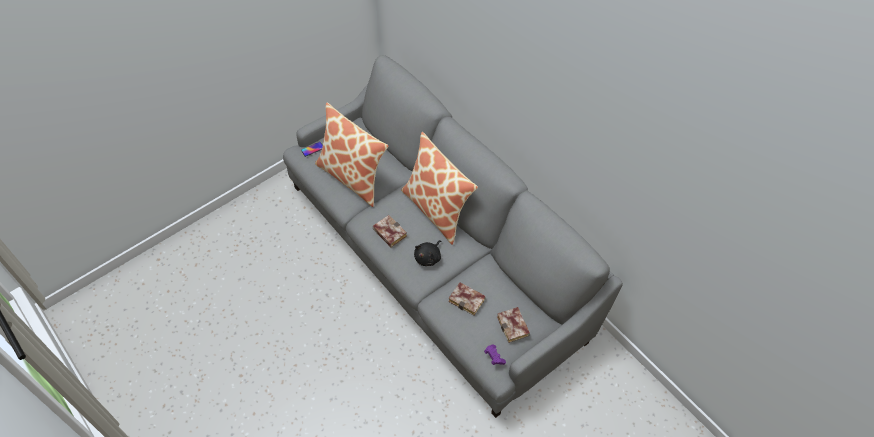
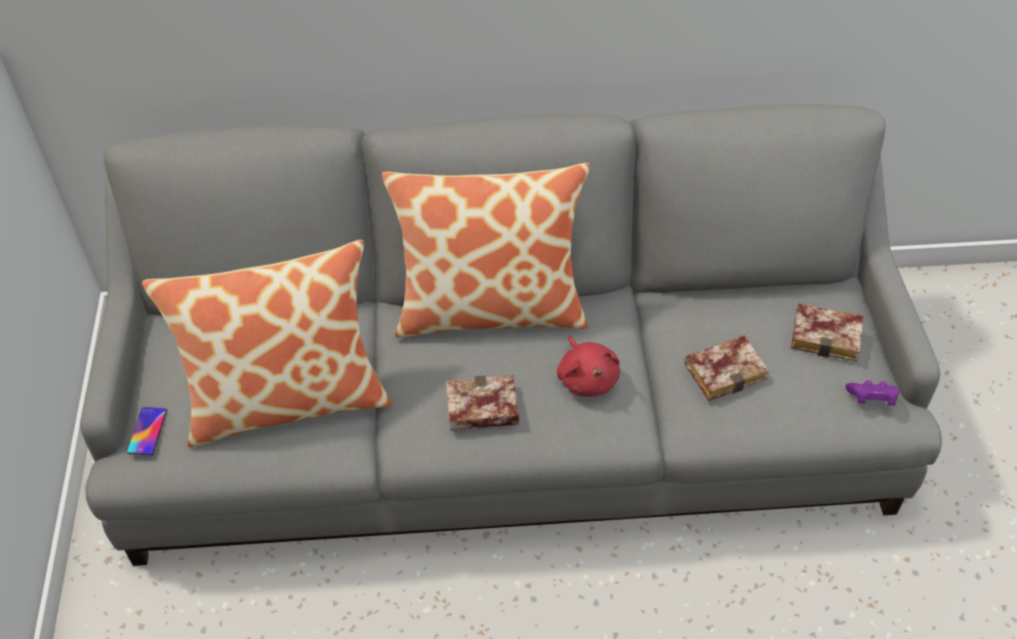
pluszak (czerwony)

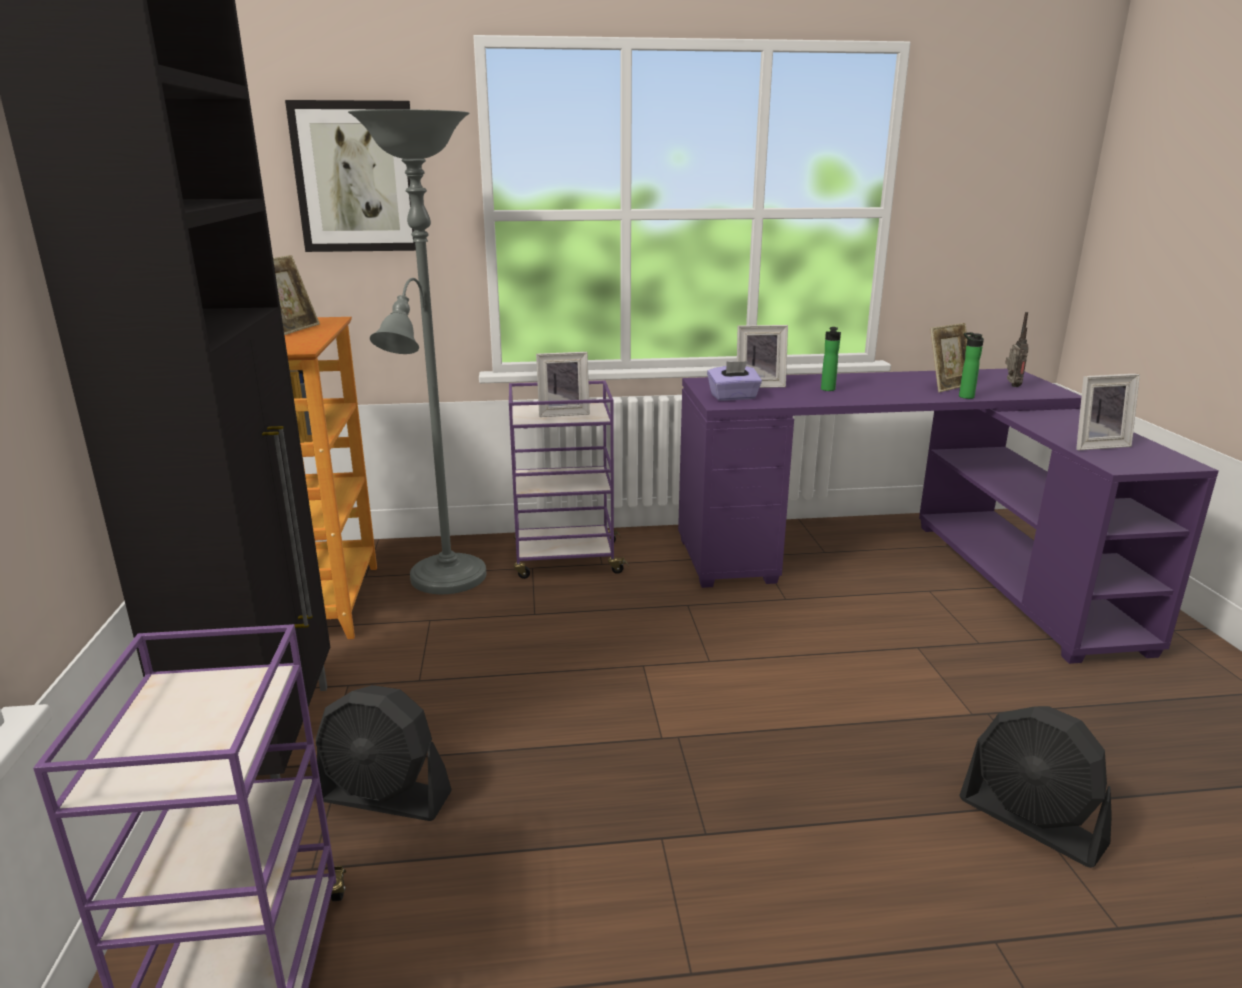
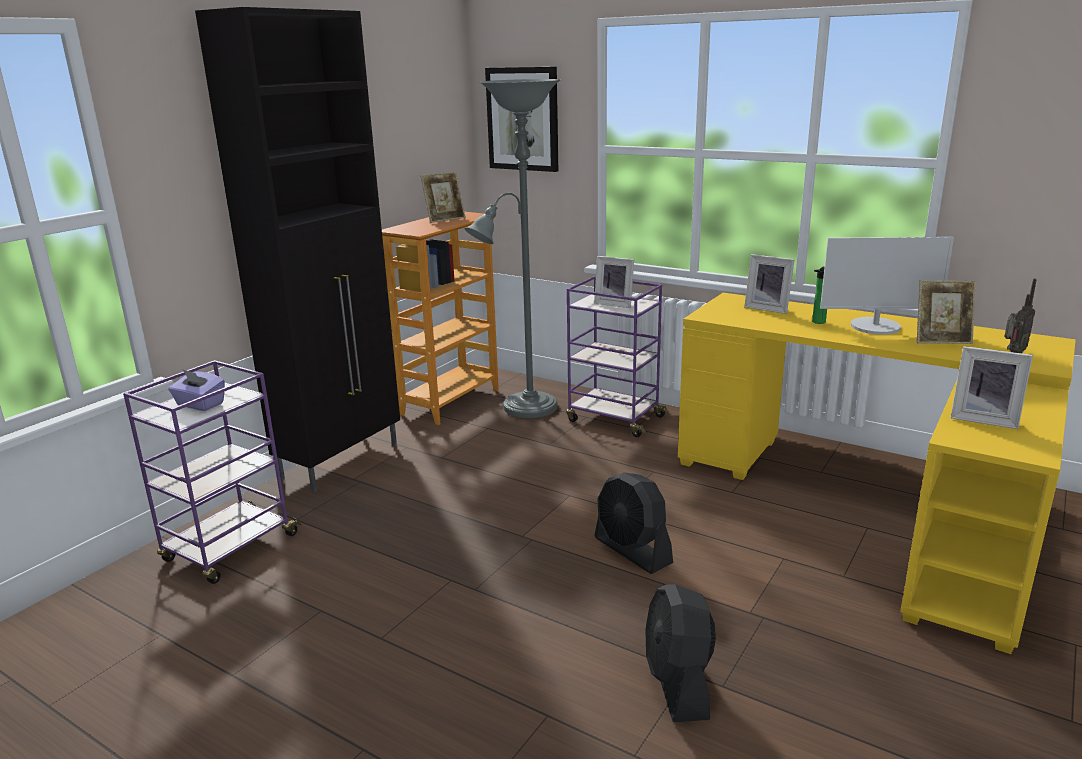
butelka (2nd from left in the first image)
monitor
wentylator (czarny) (1st from left)
pudełko chusteczek (fioletowy)
biurko (żółty)

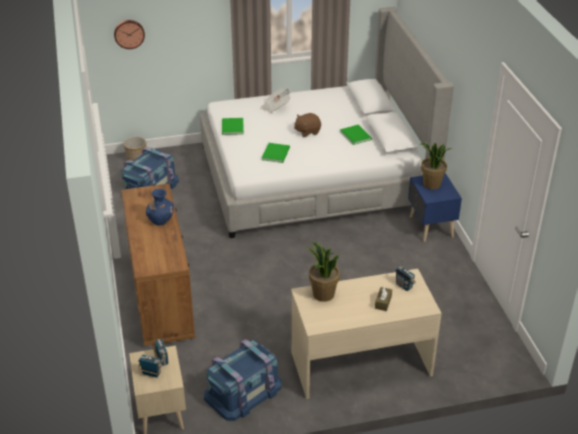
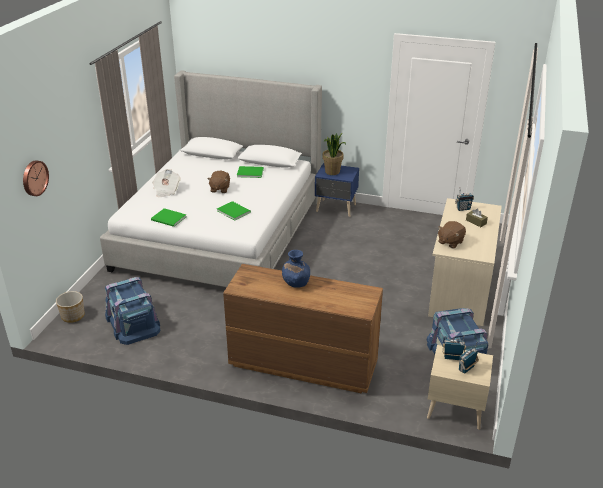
pluszak (brązowy) (2nd from left)

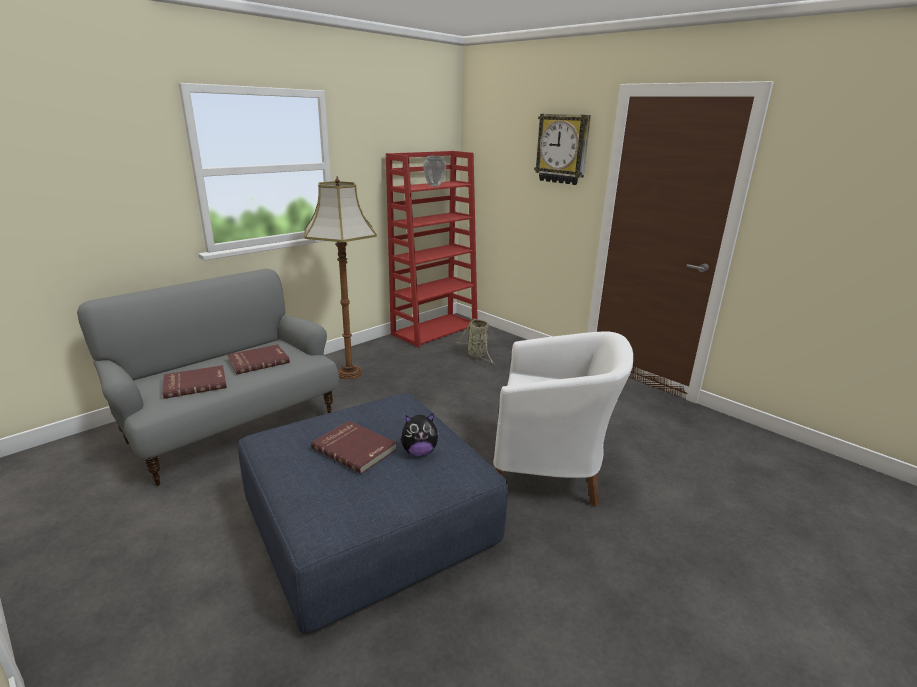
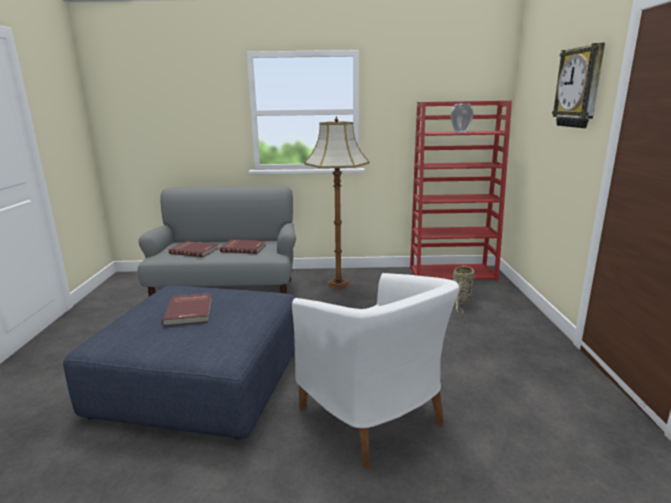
pluszak

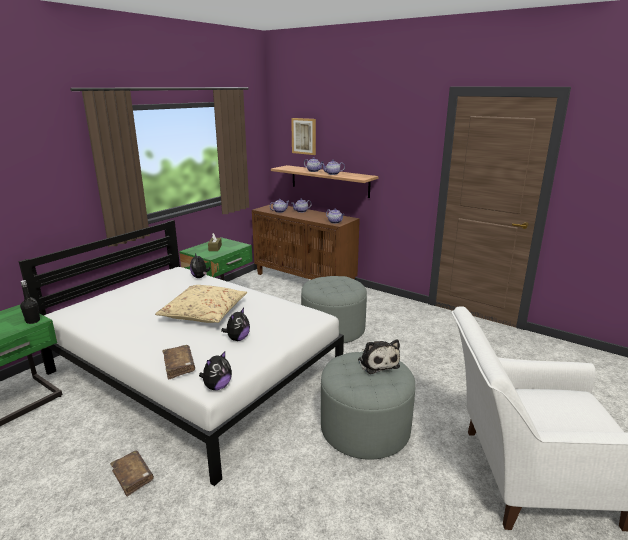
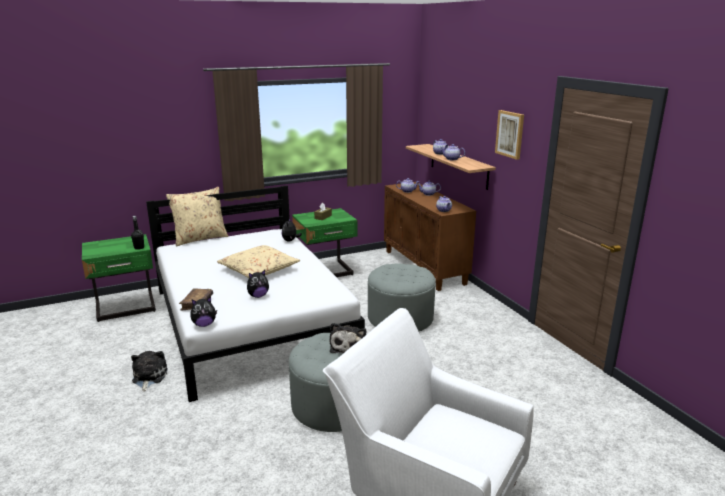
poduszka (beżowy) (1st from left)
obraz
pluszak (1st from left)

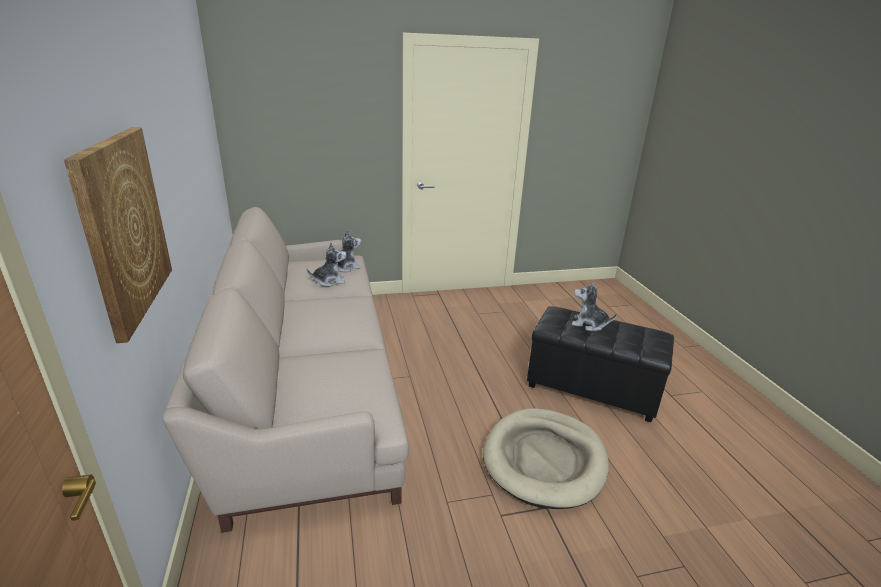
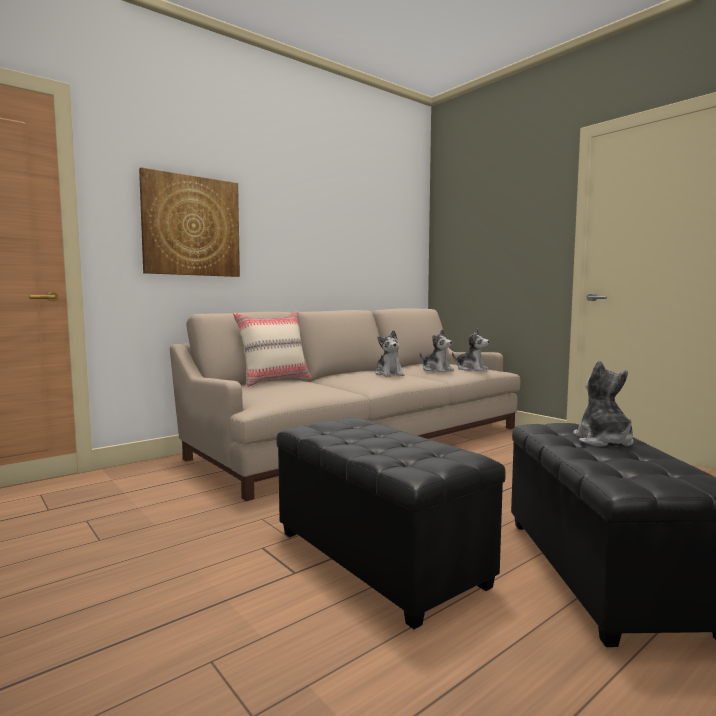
poduszka (beżowy)
pluszak (1st from left)
pufa (czarny) (1st from left)

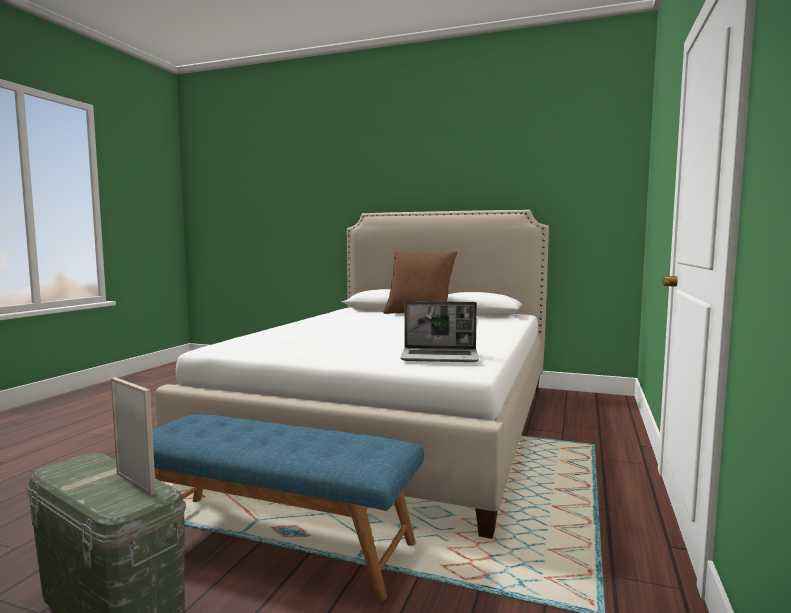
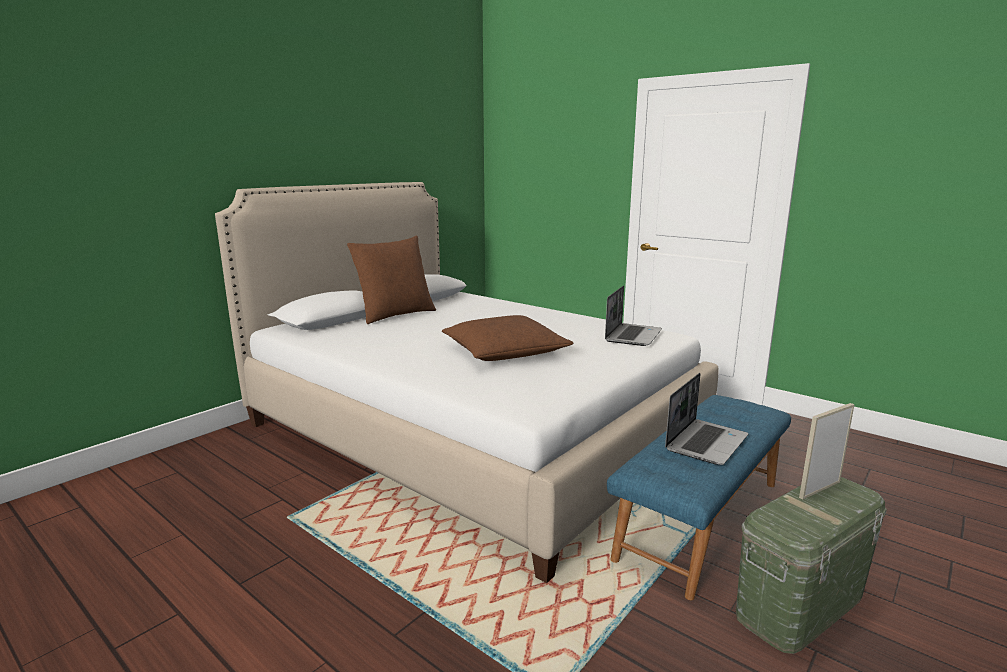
poduszka (brązowy) (2nd from left)
laptop (2nd from left)

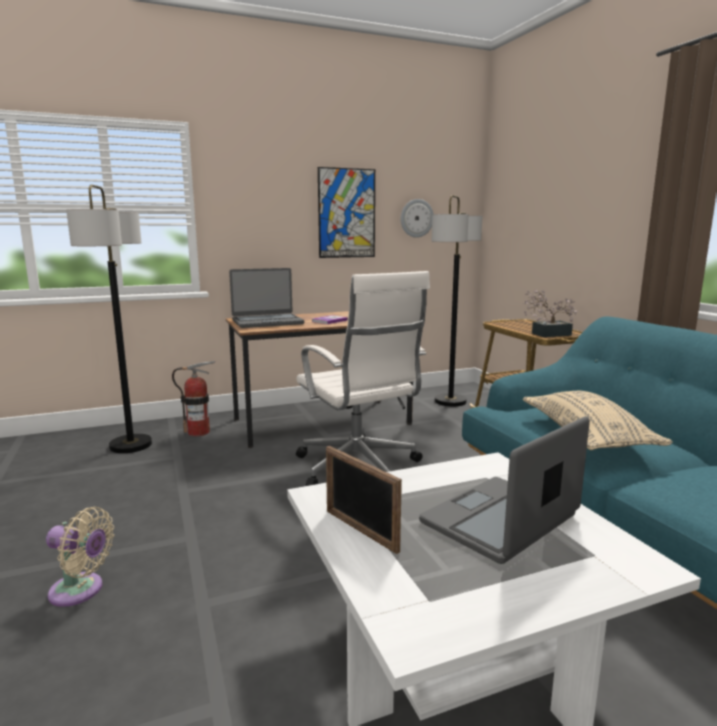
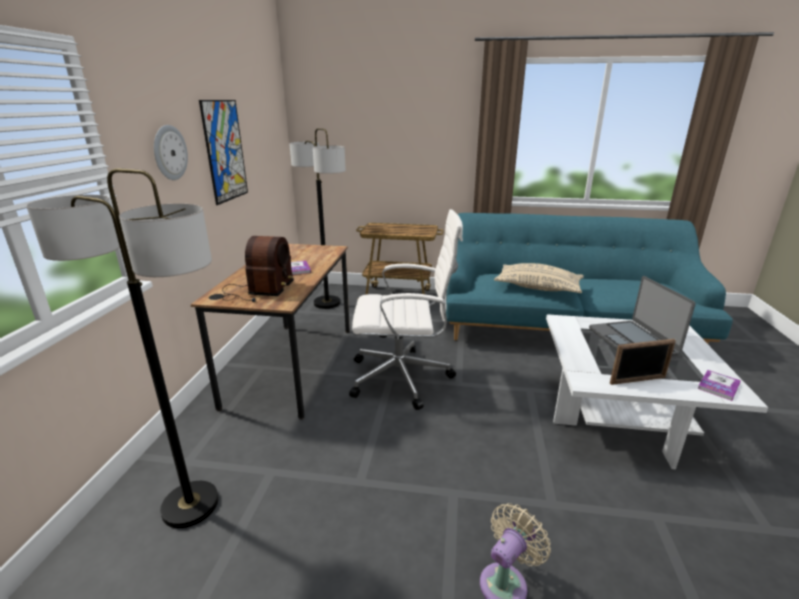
gaśnica
roślina doniczkowa
książka (2nd from left)
zegar ścienny
radio

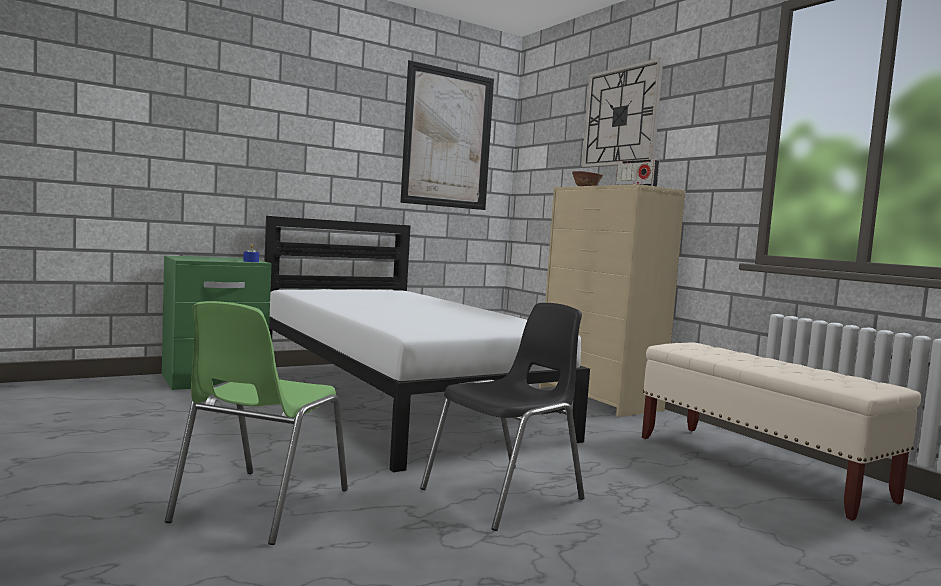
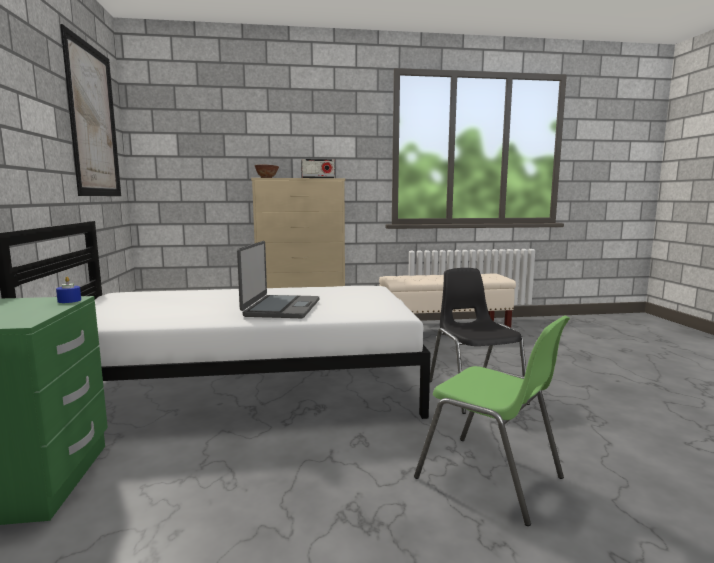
zegar ścienny
laptop

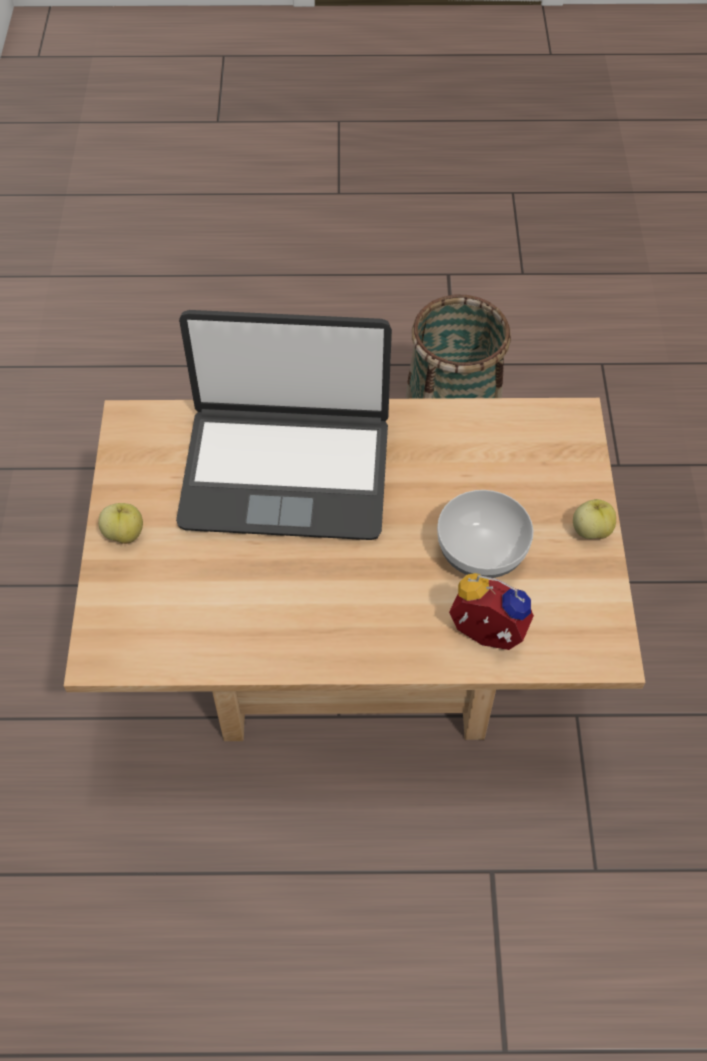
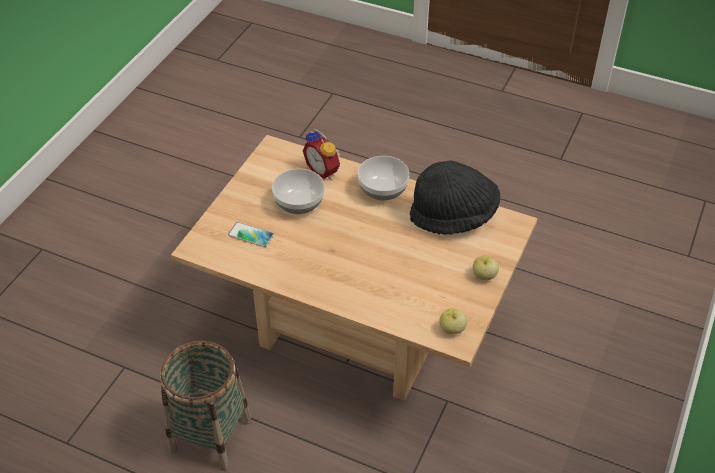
laptop
telefon
miska (2nd from left)
kapelusz (czarny)
jabłko (1st from left)

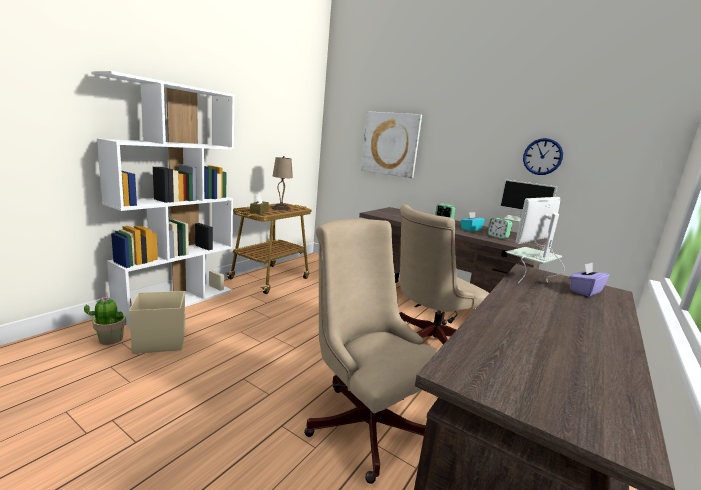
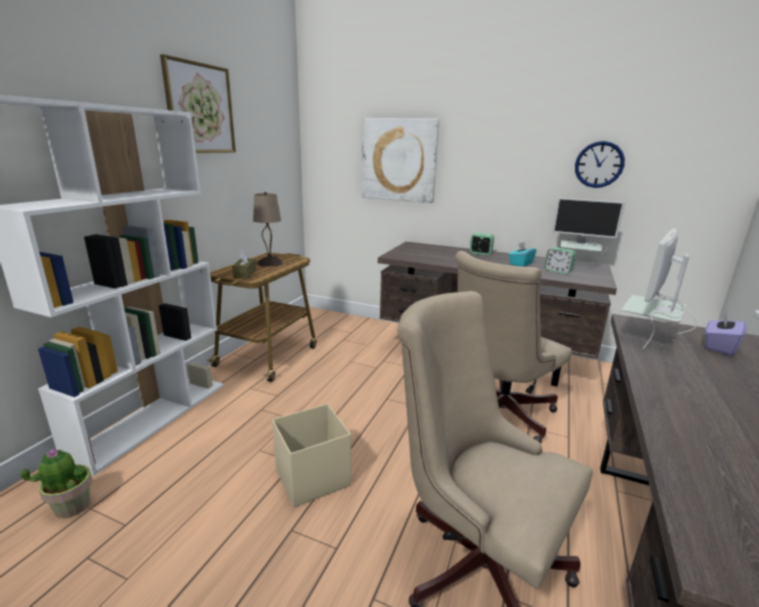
obraz (1st from left)
pojemnik do przechowywania (beżowy)

